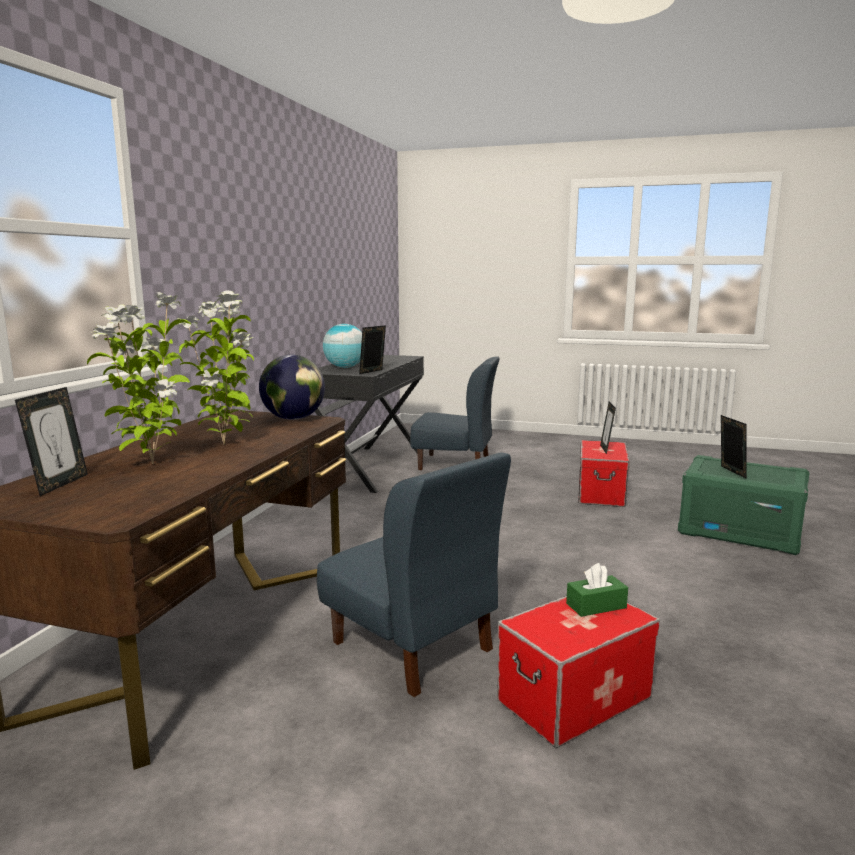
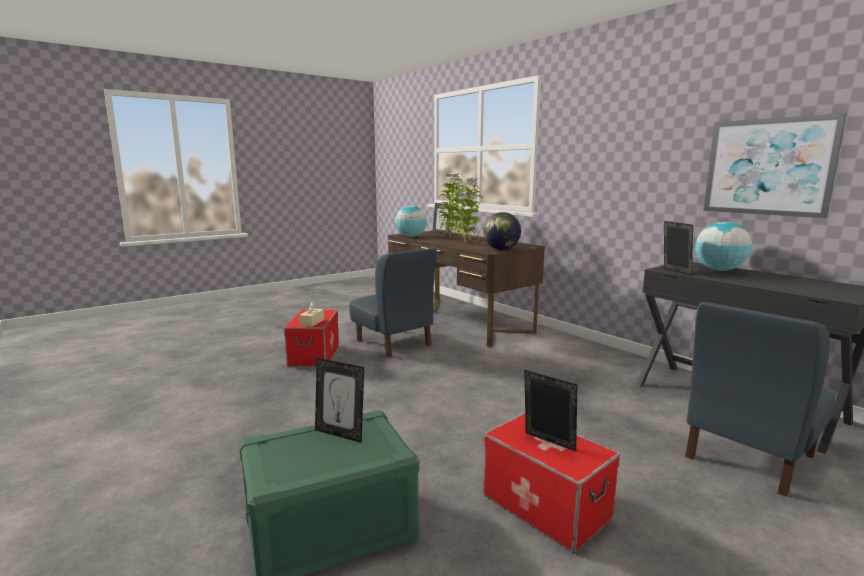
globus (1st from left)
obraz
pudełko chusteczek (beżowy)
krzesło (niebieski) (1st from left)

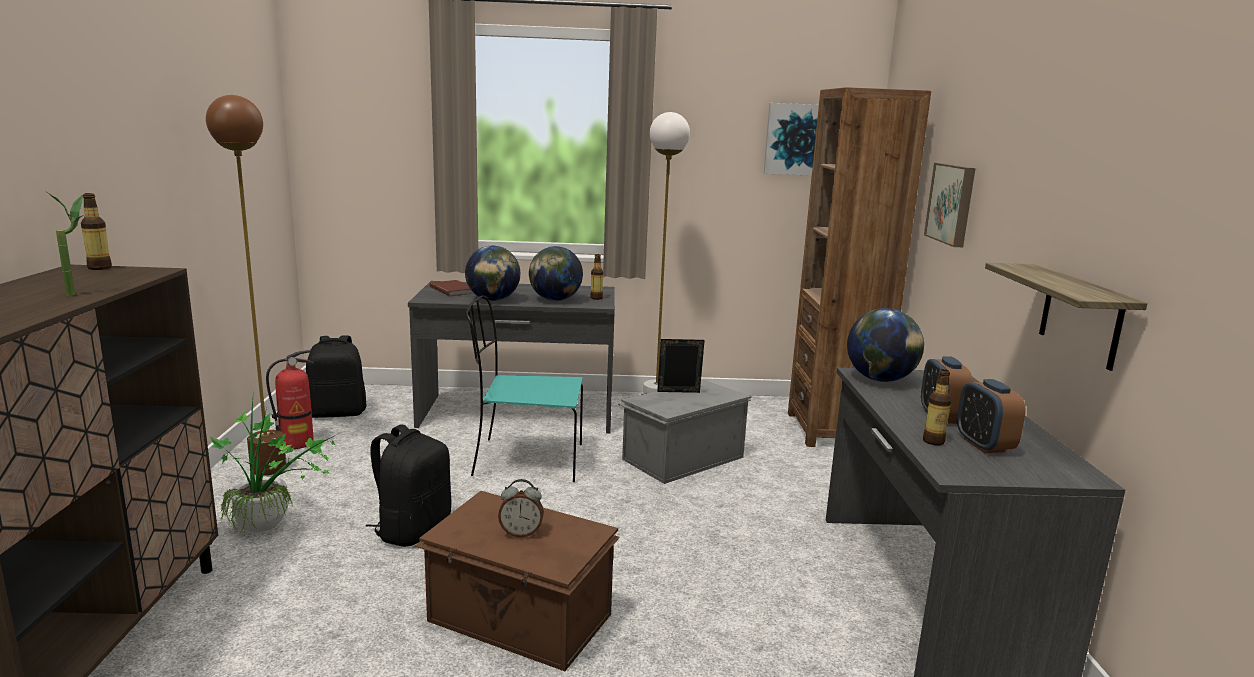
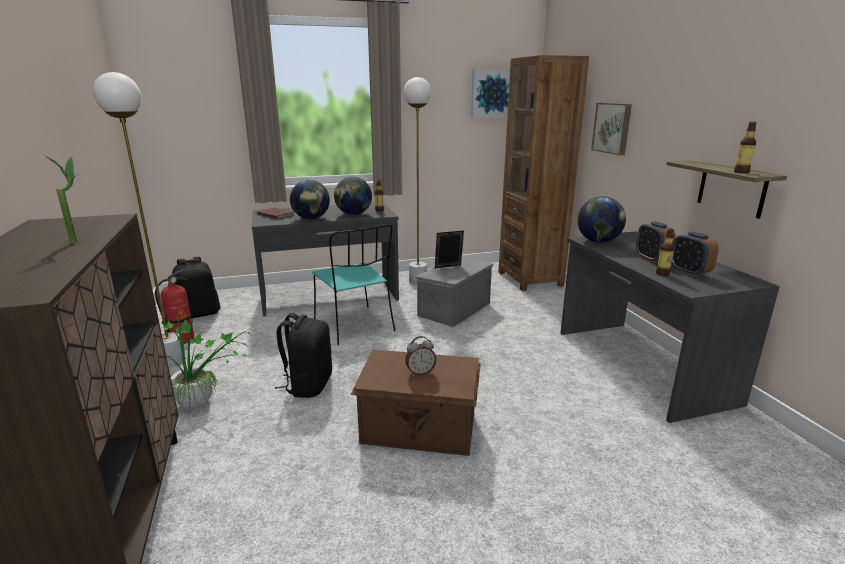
butelka (3rd from left)
lampa stojąca (biały) (1st from left)
krzesło (turkusowy)

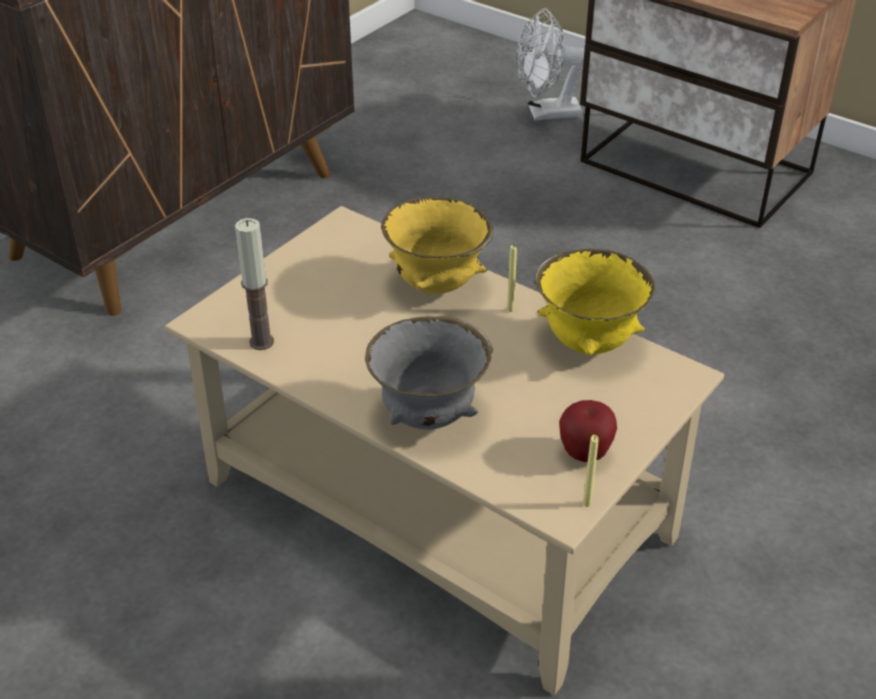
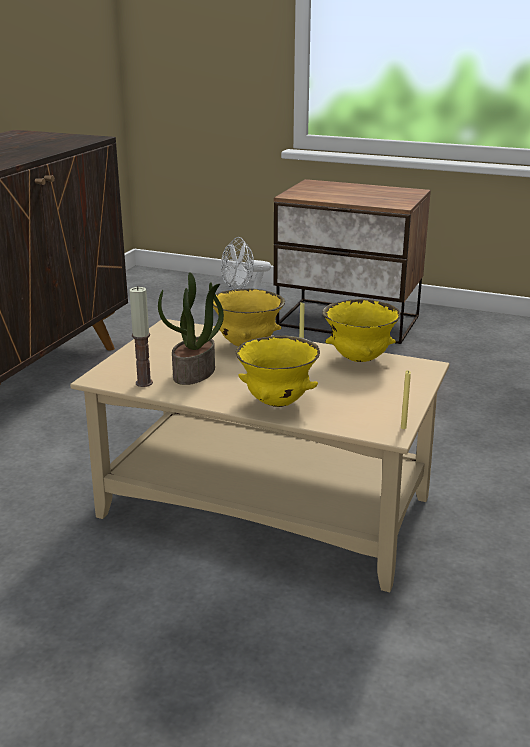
jabłko
roślina doniczkowa
miska (żółty) (2nd from left)

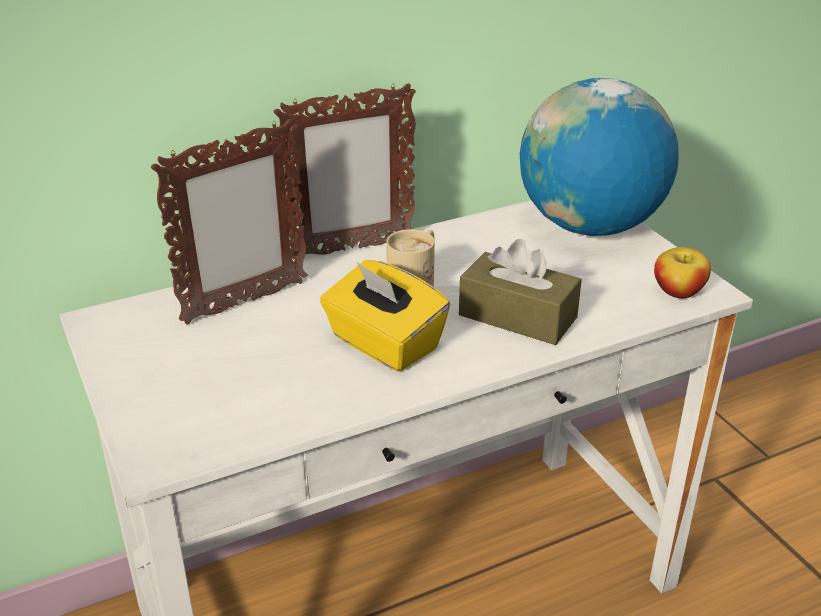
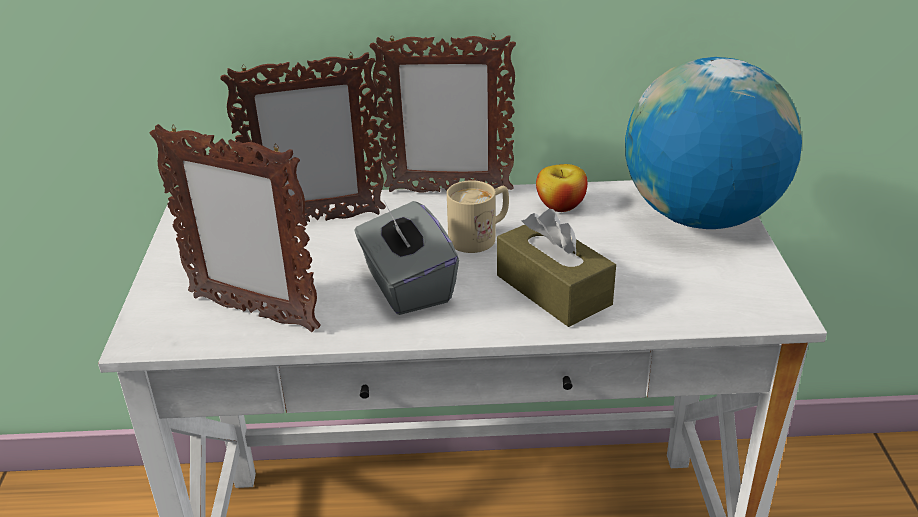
ramka na zdjęcie (1st from left)
jabłko
pudełko chusteczek (szary)

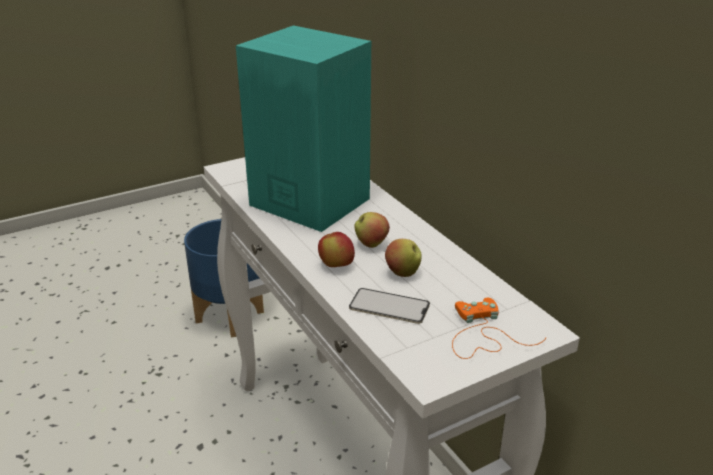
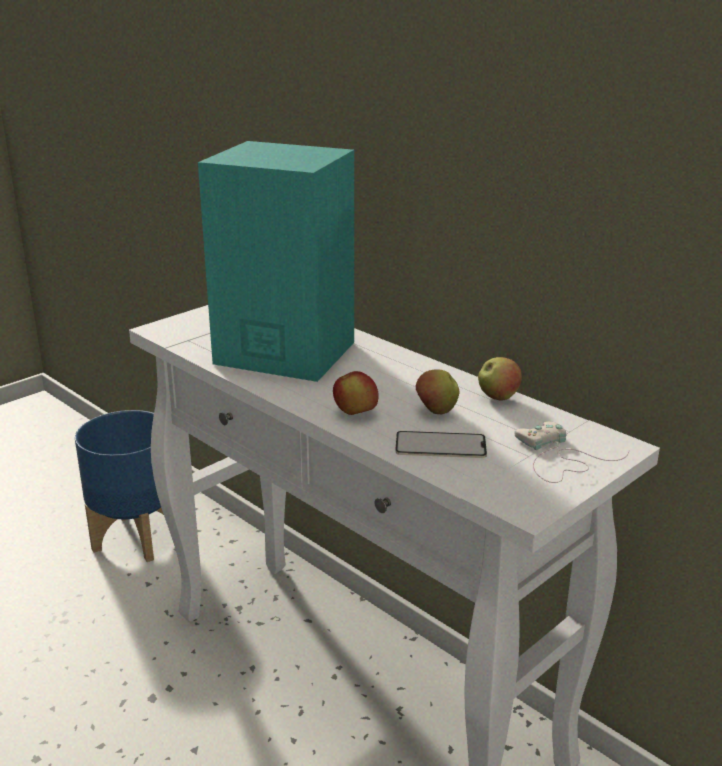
jabłko (3rd from left)
pad do gier (biały)

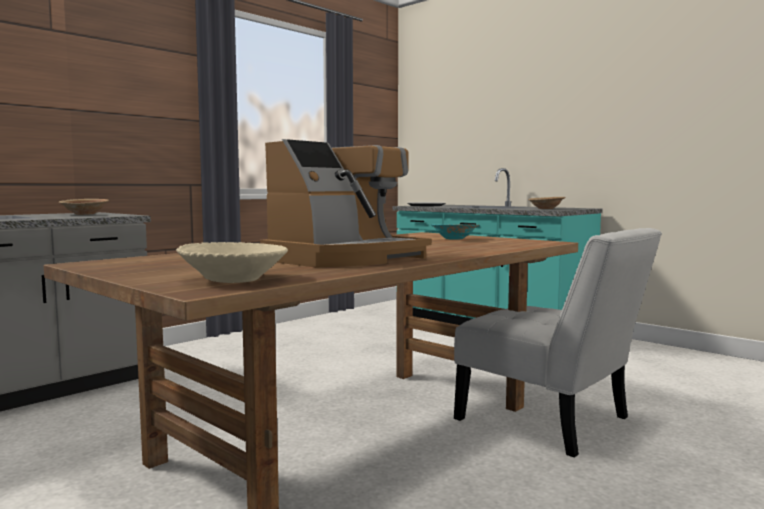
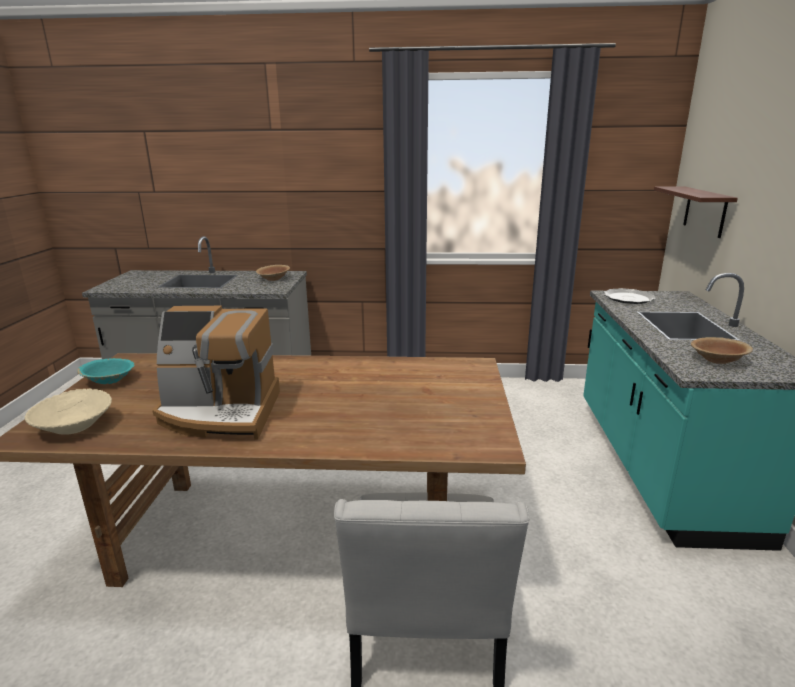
półka
miska (turkusowy)

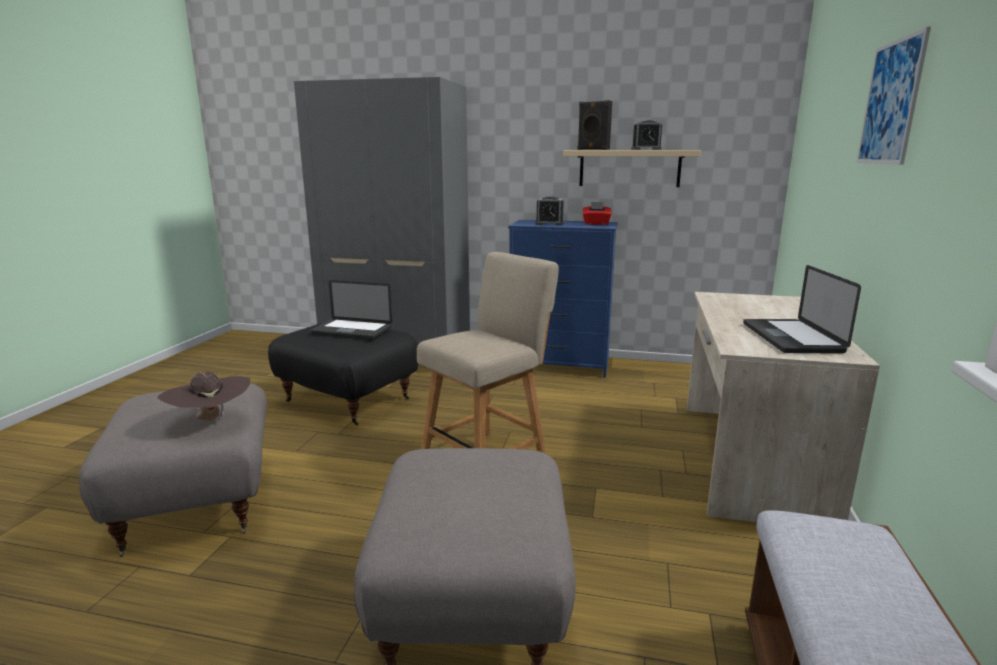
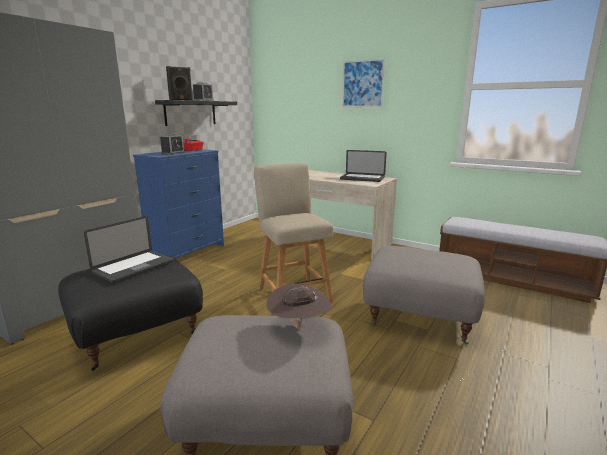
półka (czarny)

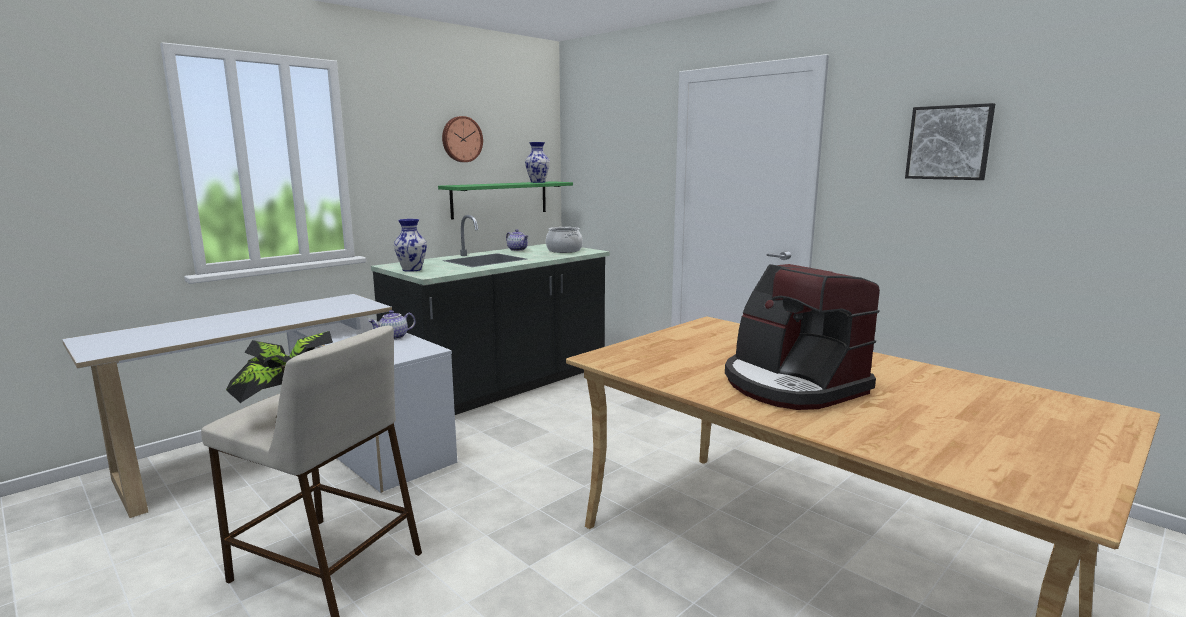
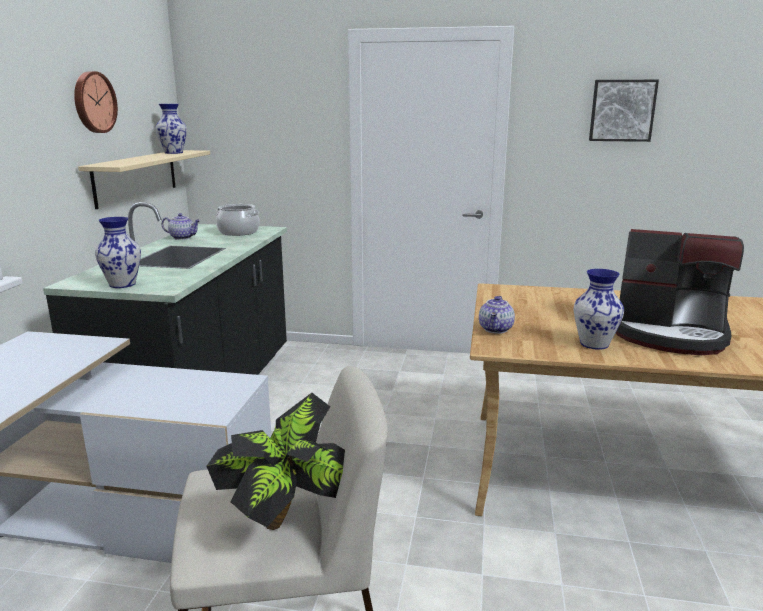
wazon (3rd from left)
imbryk (2nd from left)
półka (beżowy)

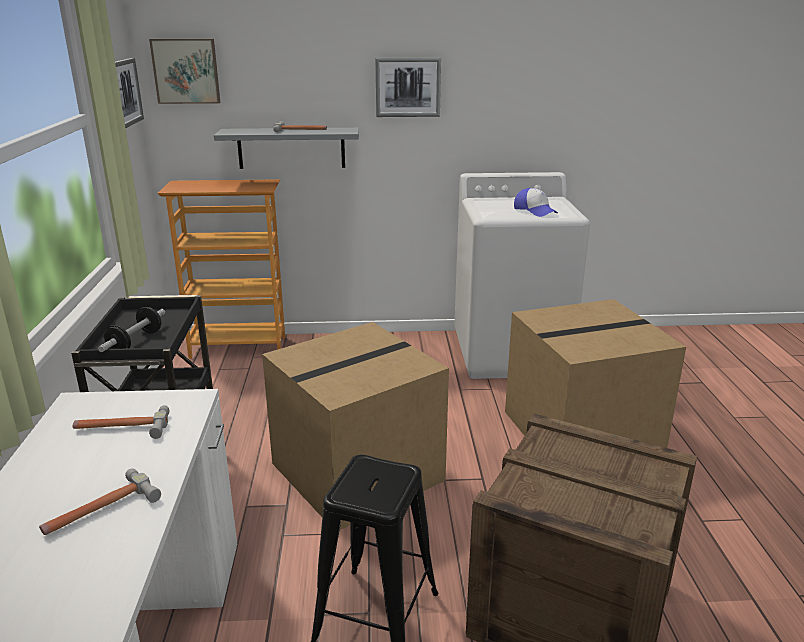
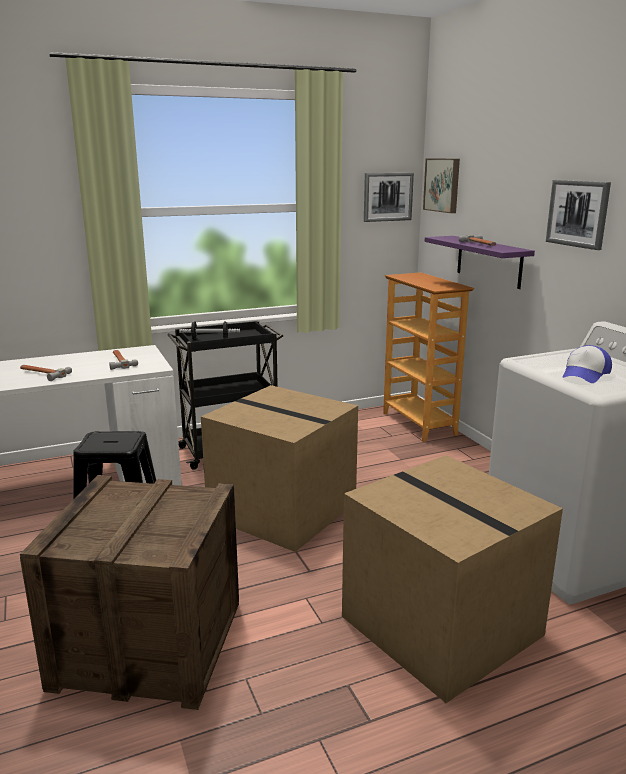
półka (fioletowy)

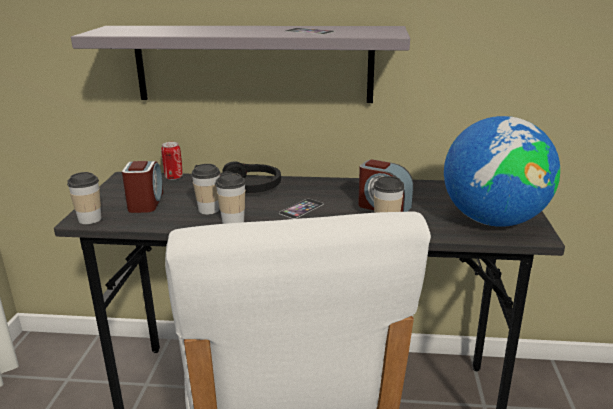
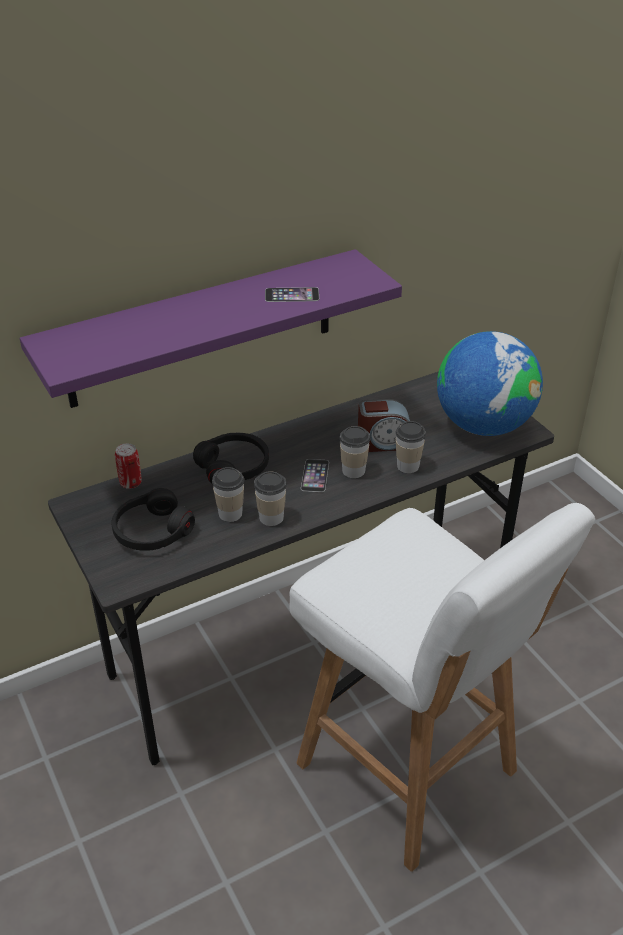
filiżanka (3rd from left)
słuchawki (czarny) (1st from left)
półka (fioletowy)

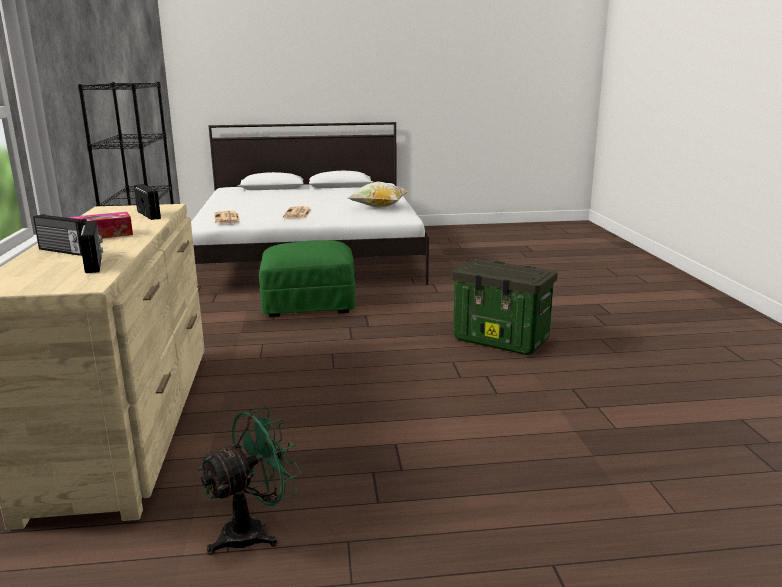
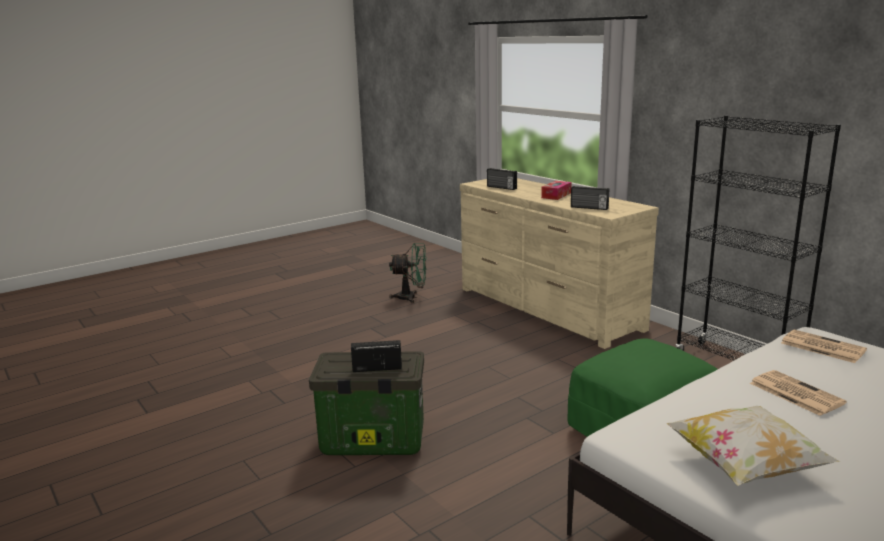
radio (1st from left)
wentylator (zielony)

